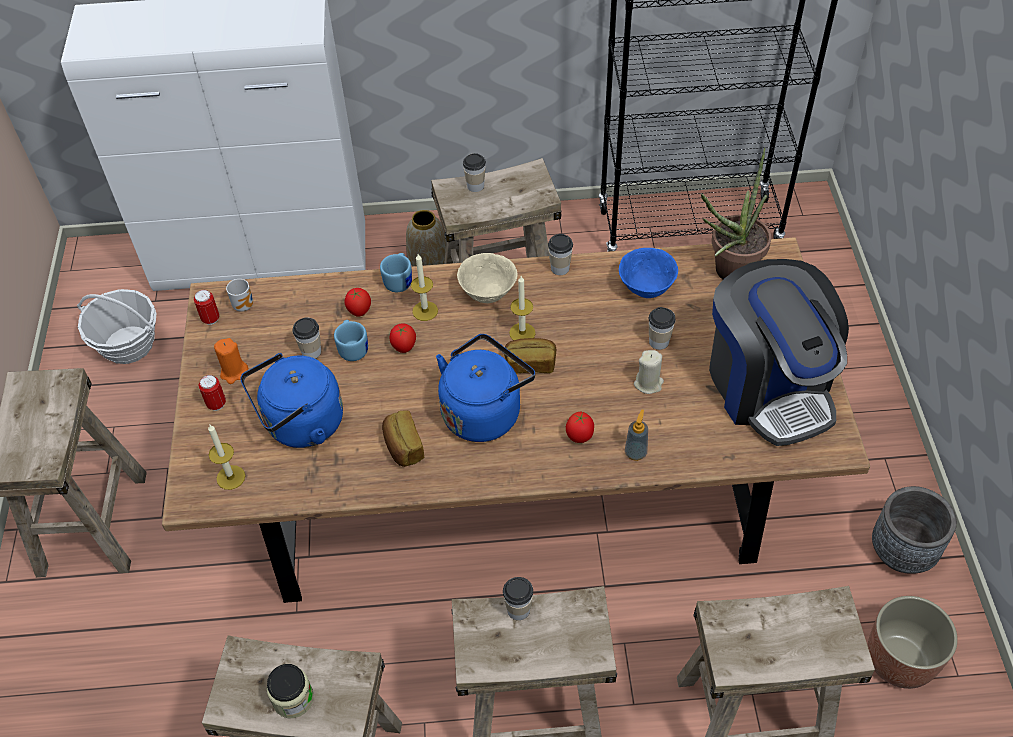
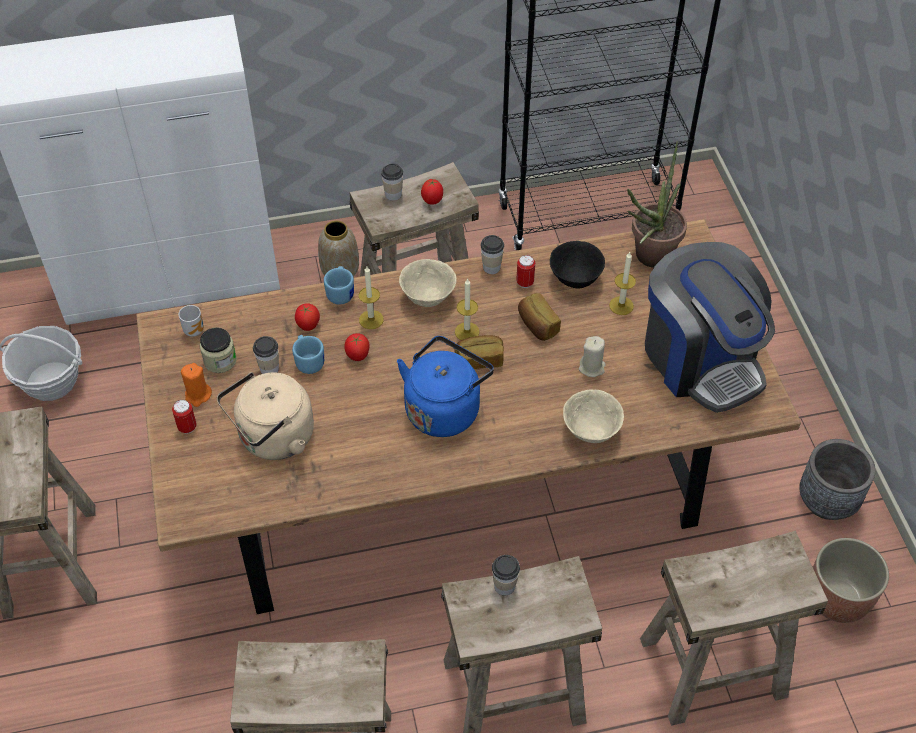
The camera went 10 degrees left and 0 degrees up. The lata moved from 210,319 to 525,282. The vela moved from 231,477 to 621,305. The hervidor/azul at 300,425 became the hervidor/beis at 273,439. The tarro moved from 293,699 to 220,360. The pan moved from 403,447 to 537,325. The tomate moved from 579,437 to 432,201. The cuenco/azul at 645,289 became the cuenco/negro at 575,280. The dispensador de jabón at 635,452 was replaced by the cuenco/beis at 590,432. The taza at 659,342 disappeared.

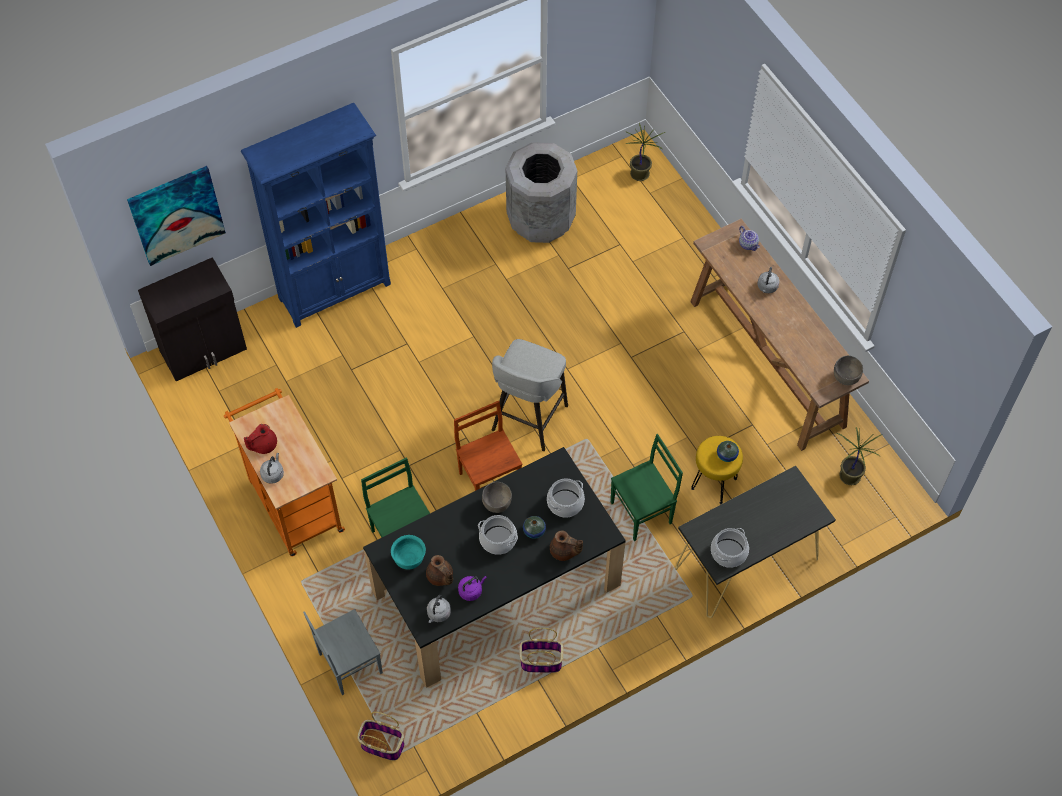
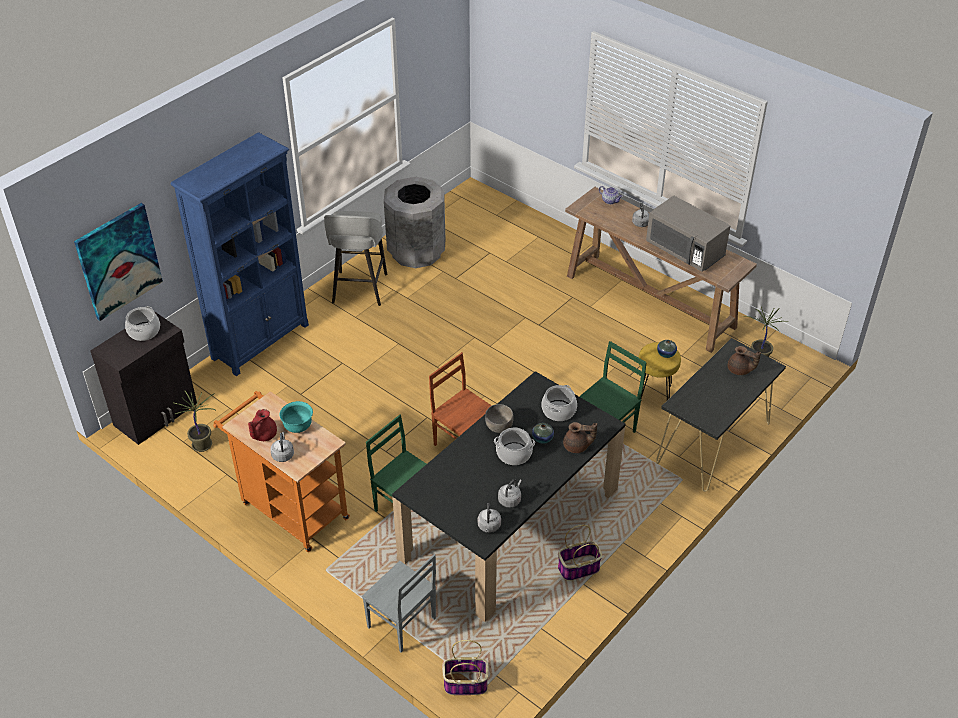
The camera went 20 degrees left and 15 degrees down. The silla/gris at 349,663 turned 90 degrees counterclockwise. The cuenco/turquesa moved from 409,559 to 298,427. The tetera/marrón moved from 440,577 to 740,370. The hervidor/morado at 471,591 became the hervidor/gris at 510,499. The taburete/gris moved from 528,420 to 359,290. The planta en maceta moved from 640,174 to 203,445. The olla moved from 729,553 to 144,331. The cuenco/gris at 845,378 disappeared. The microondas/gris at 685,250 appeared.

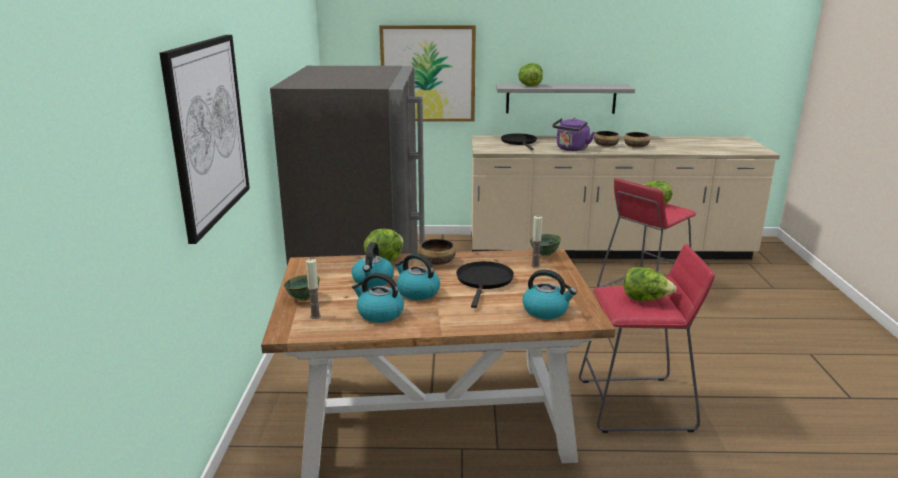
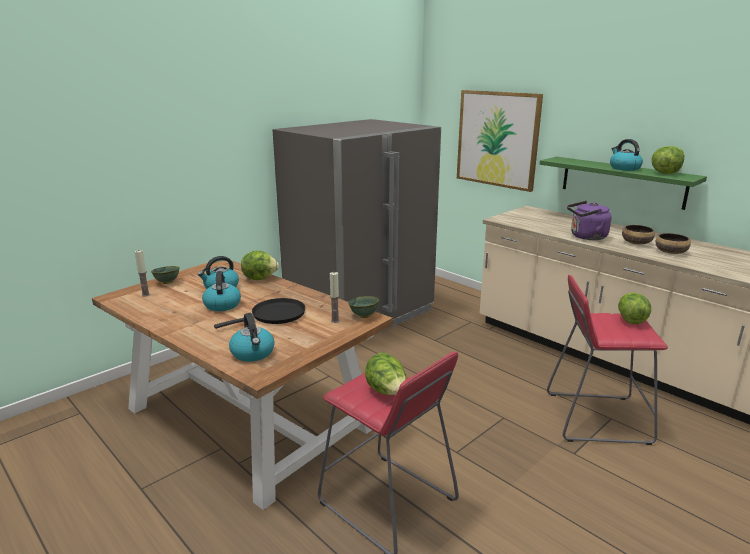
The camera went 45 degrees right and 0 degrees up. The cuadro at 208,131 disappeared. The hervidor moved from 379,314 to 624,168. The cuenco at 437,262 disappeared. The estante/gris at 561,98 became the estante/verde at 622,182. The sartén/negro at 519,142 disappeared. The lechuga moved from 530,86 to 665,173.

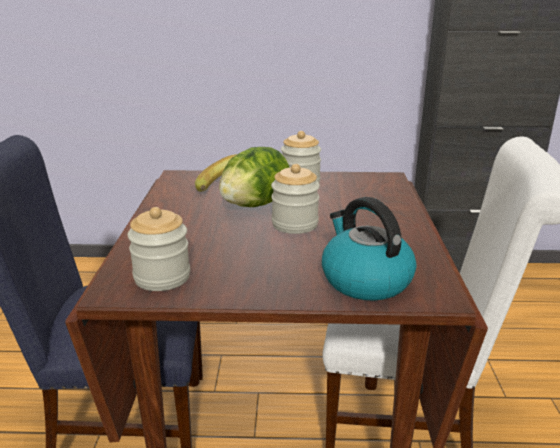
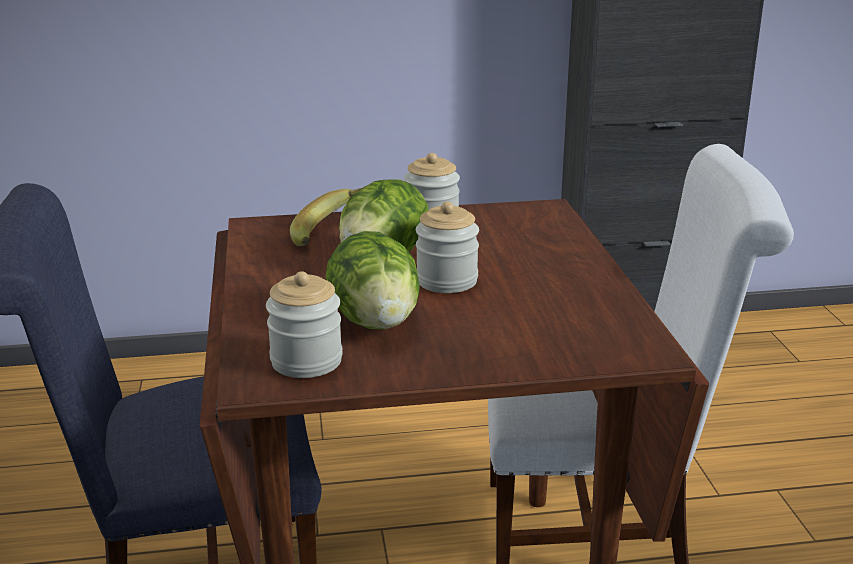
The camera went 10 degrees left and 0 degrees up. The hervidor at 364,280 disappeared. The lechuga at 376,322 appeared.

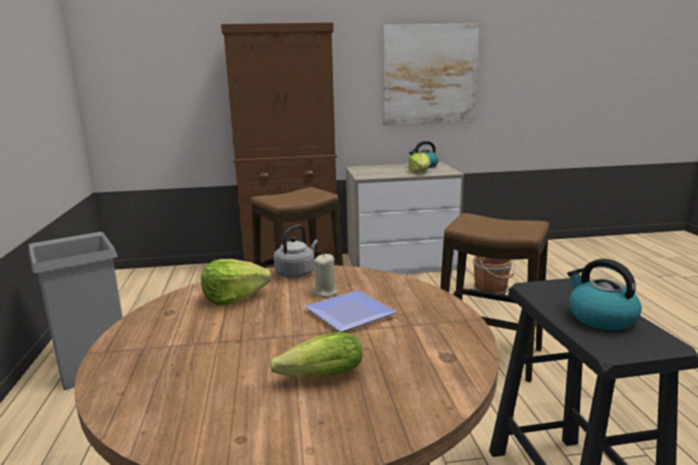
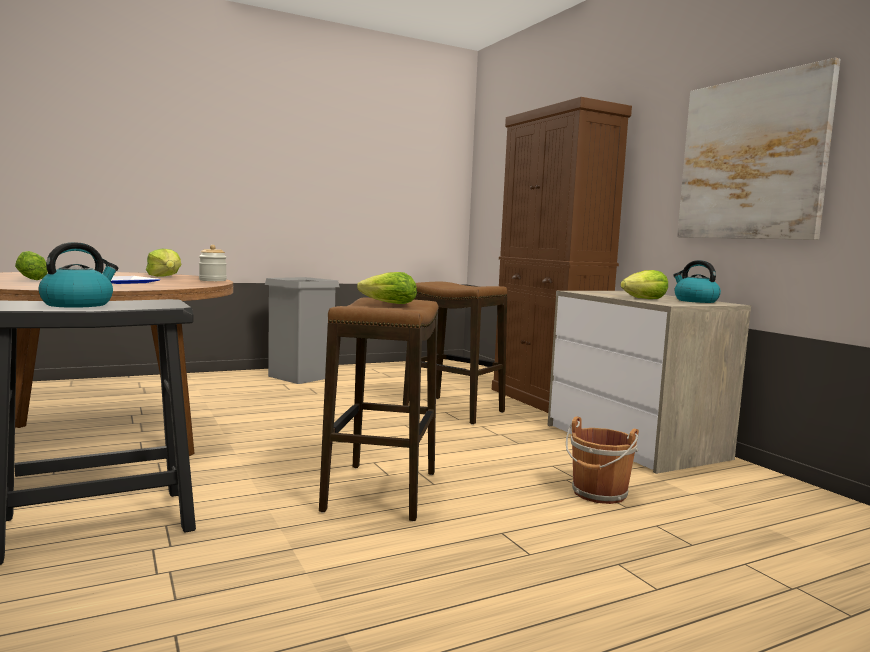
The camera went 70 degrees right and 10 degrees down. The hervidor/gris at 296,273 was replaced by the tarro at 212,280. The vela/beis at 325,292 disappeared. The lechuga at 385,303 appeared.

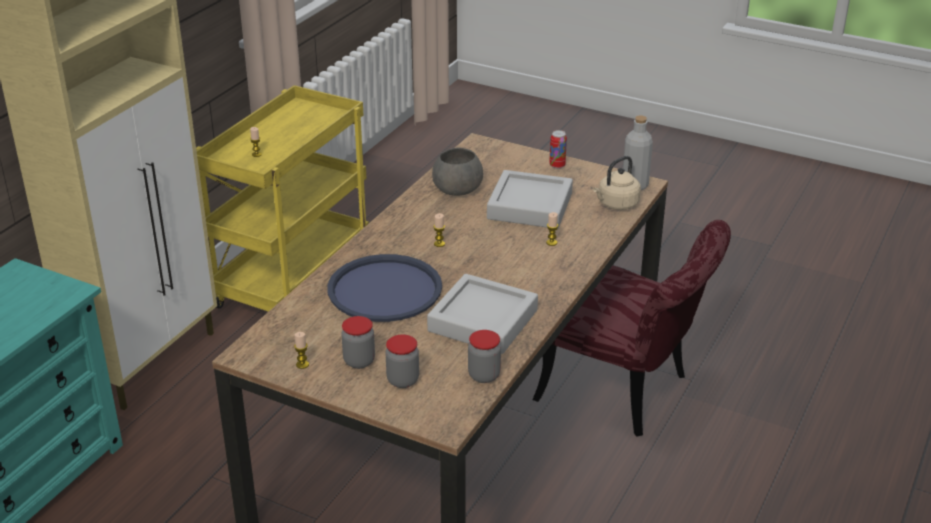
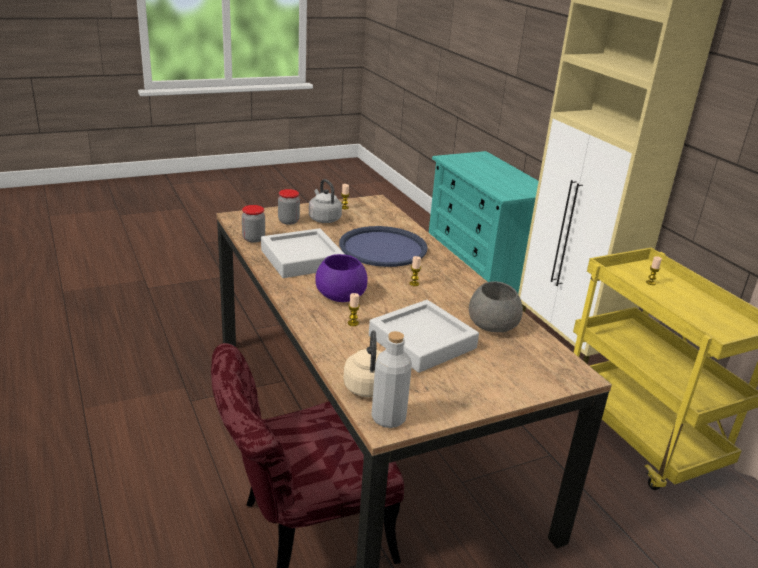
The camera went 125 degrees right and 5 degrees down. The tarro at 359,361 was replaced by the hervidor/gris at 324,218. The lata at 557,165 disappeared. The cuenco/morado at 341,296 appeared.

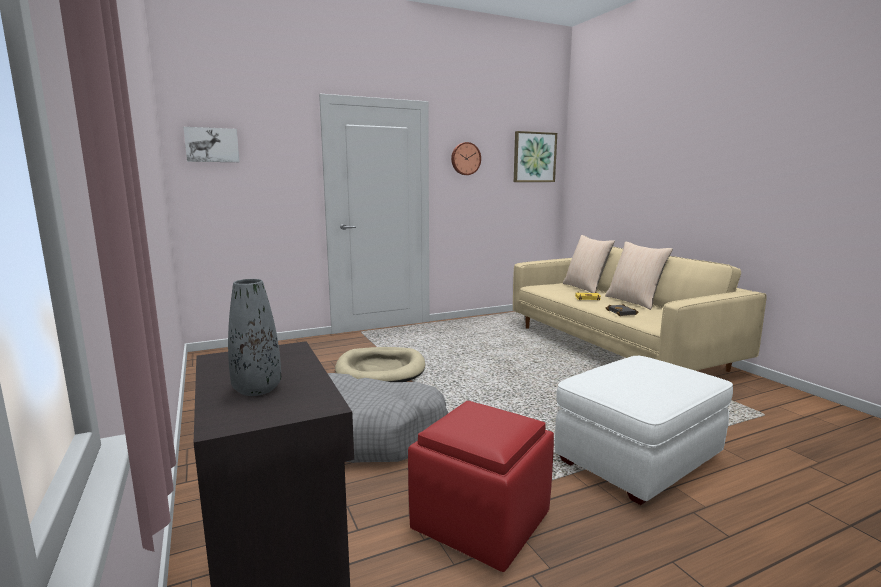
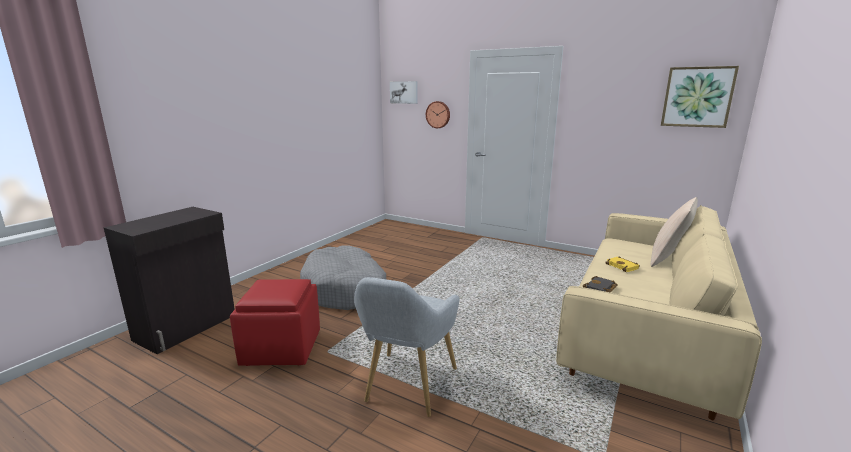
The camera went 55 degrees right and 5 degrees up. The florero/gris at 257,389 disappeared. The cama para perro/beis at 381,370 disappeared. The reloj de pared moved from 465,158 to 438,114. The puf/blanco at 637,459 was replaced by the sillón/gris at 406,388. The cojín/beis at 634,301 disappeared.

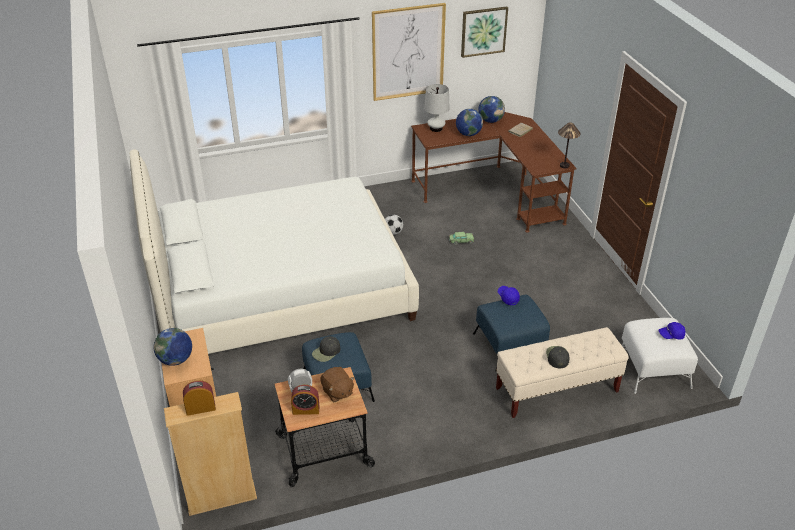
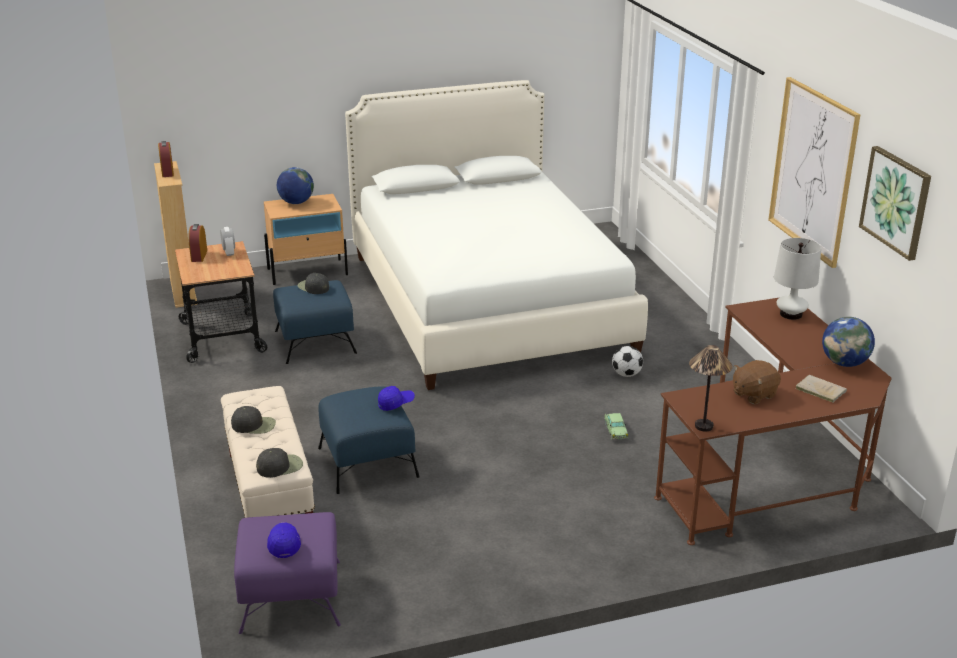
The camera went 90 degrees right and 10 degrees down. The peluche/marrón moved from 337,392 to 753,394. The globo terráqueo at 468,134 disappeared. The puf/blanco at 653,370 became the puf/morado at 290,595. The gorra/negro at 280,466 appeared.

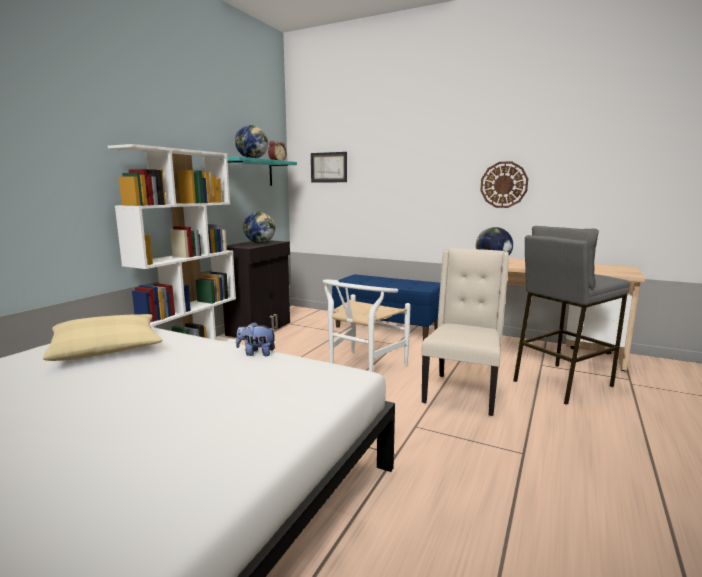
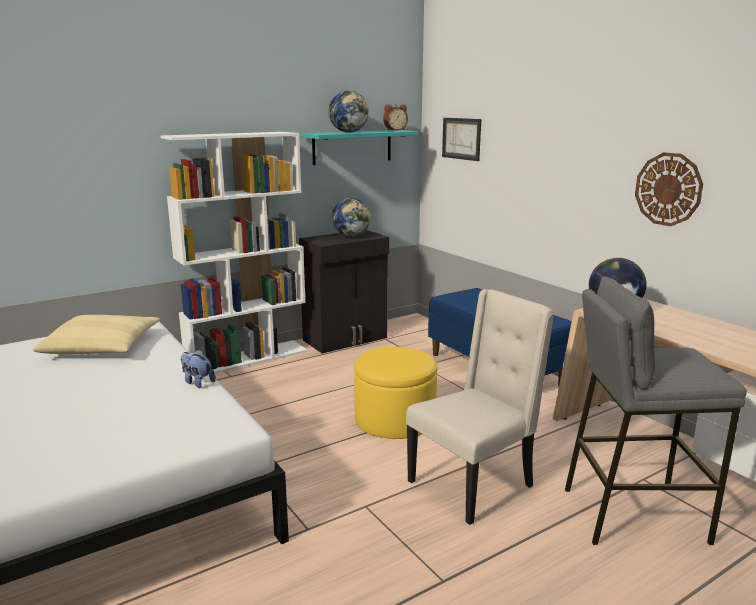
The camera went 30 degrees right and 5 degrees up. The silla/blanco at 362,369 was replaced by the puf/amarillo at 395,419.

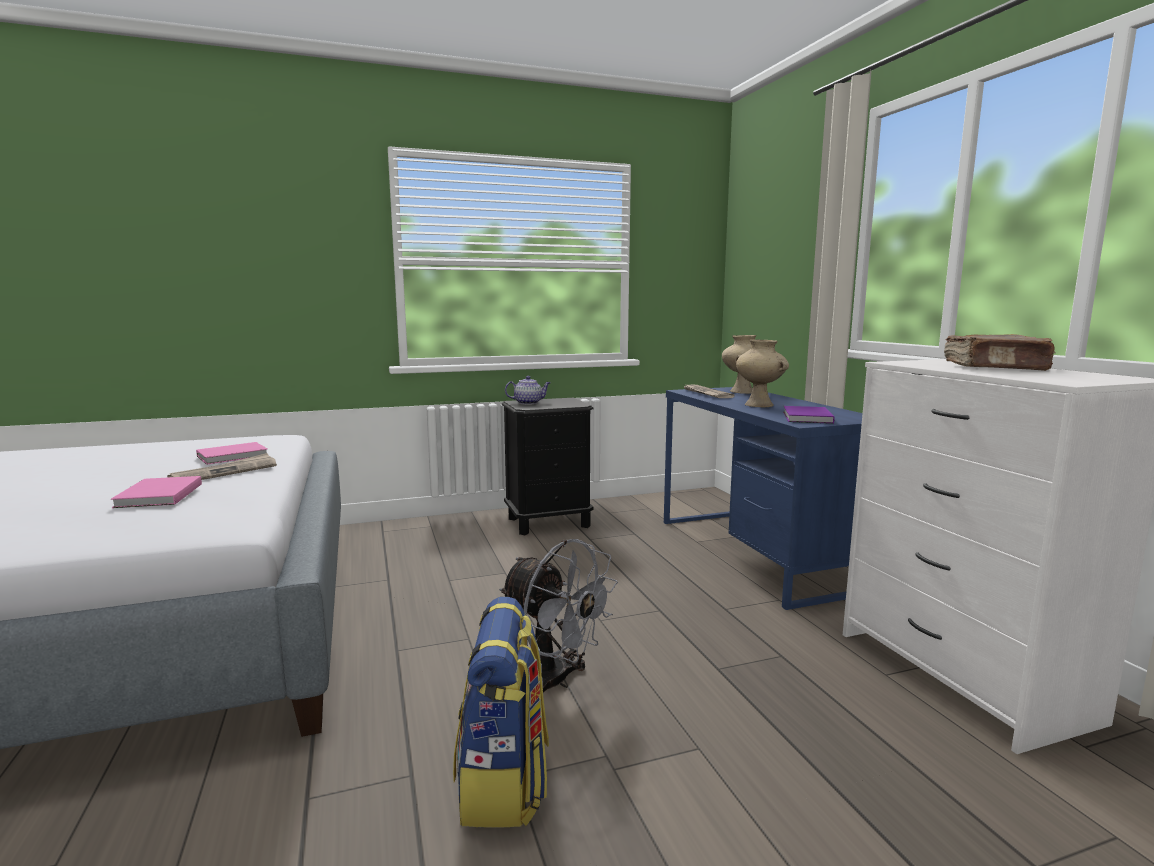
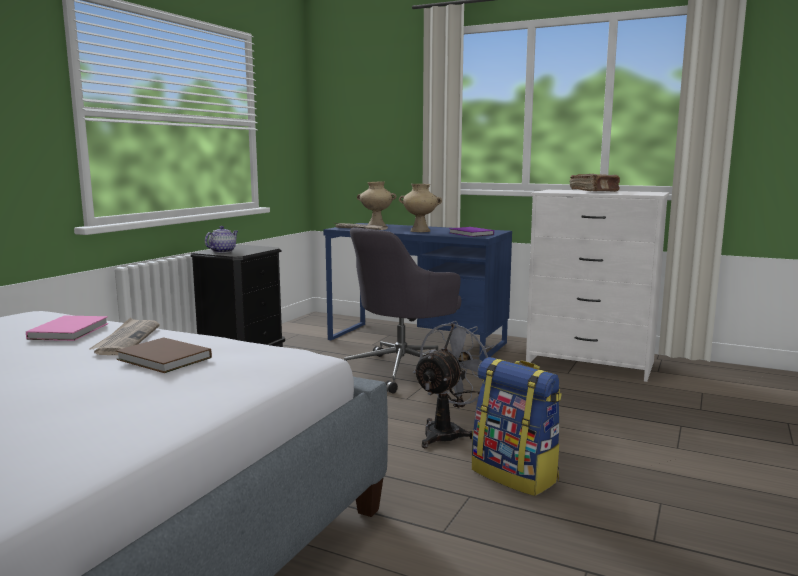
The camera went 45 degrees left and 0 degrees up. The libro/rosa at 157,496 became the libro/marrón at 164,359. The ventilador/gris at 555,682 turned 45 degrees counterclockwise. The silla de oficina/gris at 403,371 appeared.

